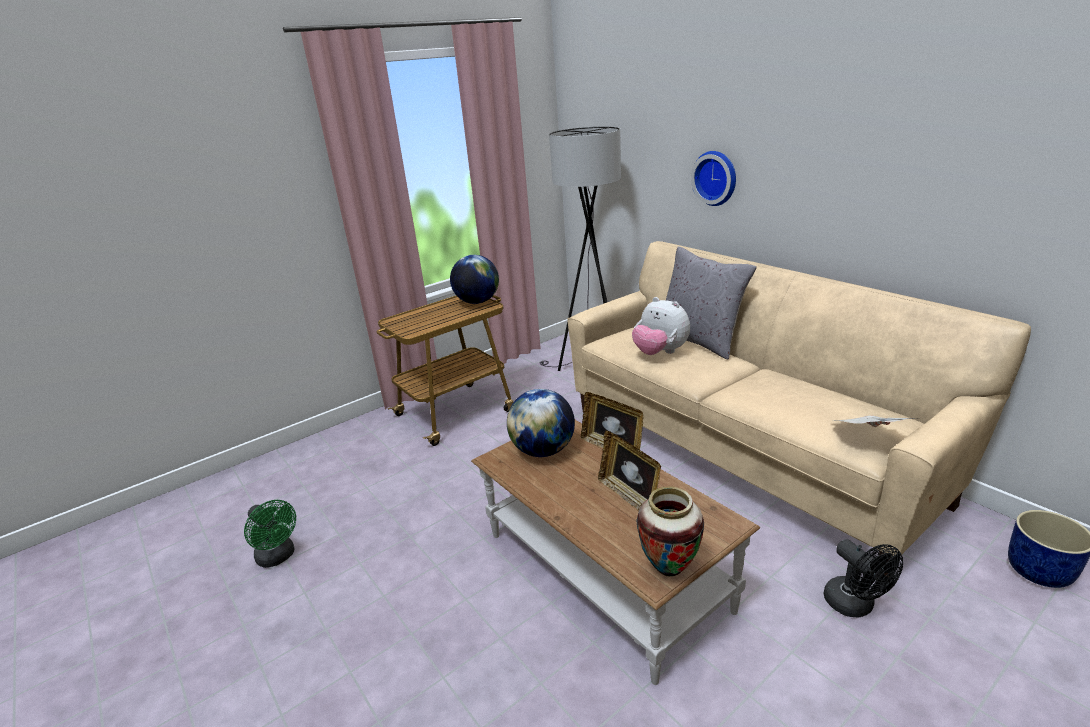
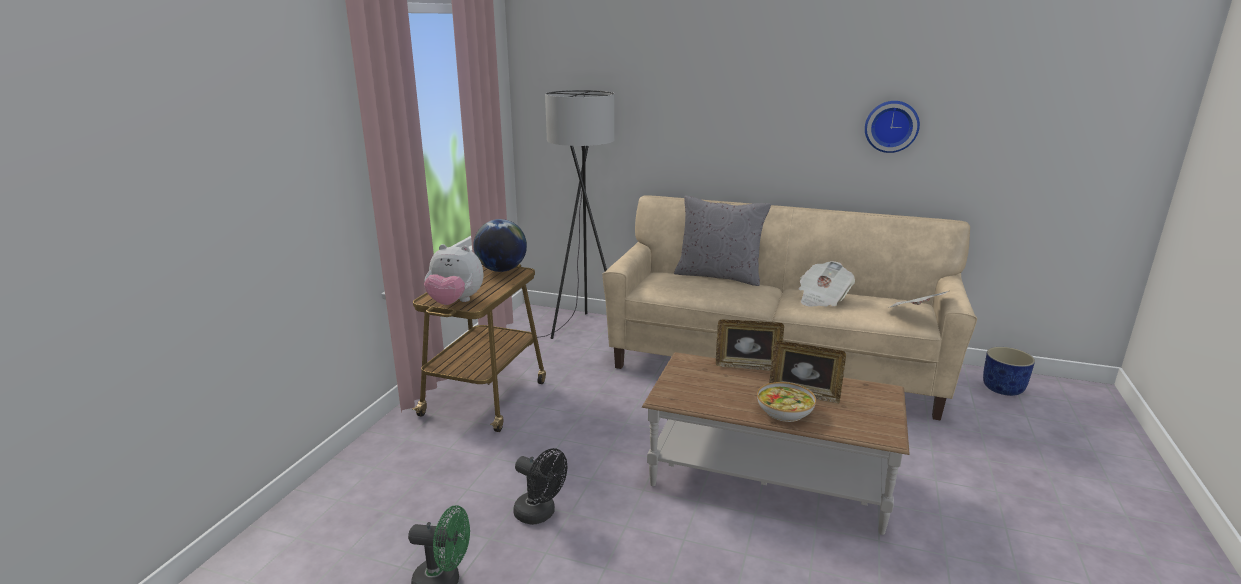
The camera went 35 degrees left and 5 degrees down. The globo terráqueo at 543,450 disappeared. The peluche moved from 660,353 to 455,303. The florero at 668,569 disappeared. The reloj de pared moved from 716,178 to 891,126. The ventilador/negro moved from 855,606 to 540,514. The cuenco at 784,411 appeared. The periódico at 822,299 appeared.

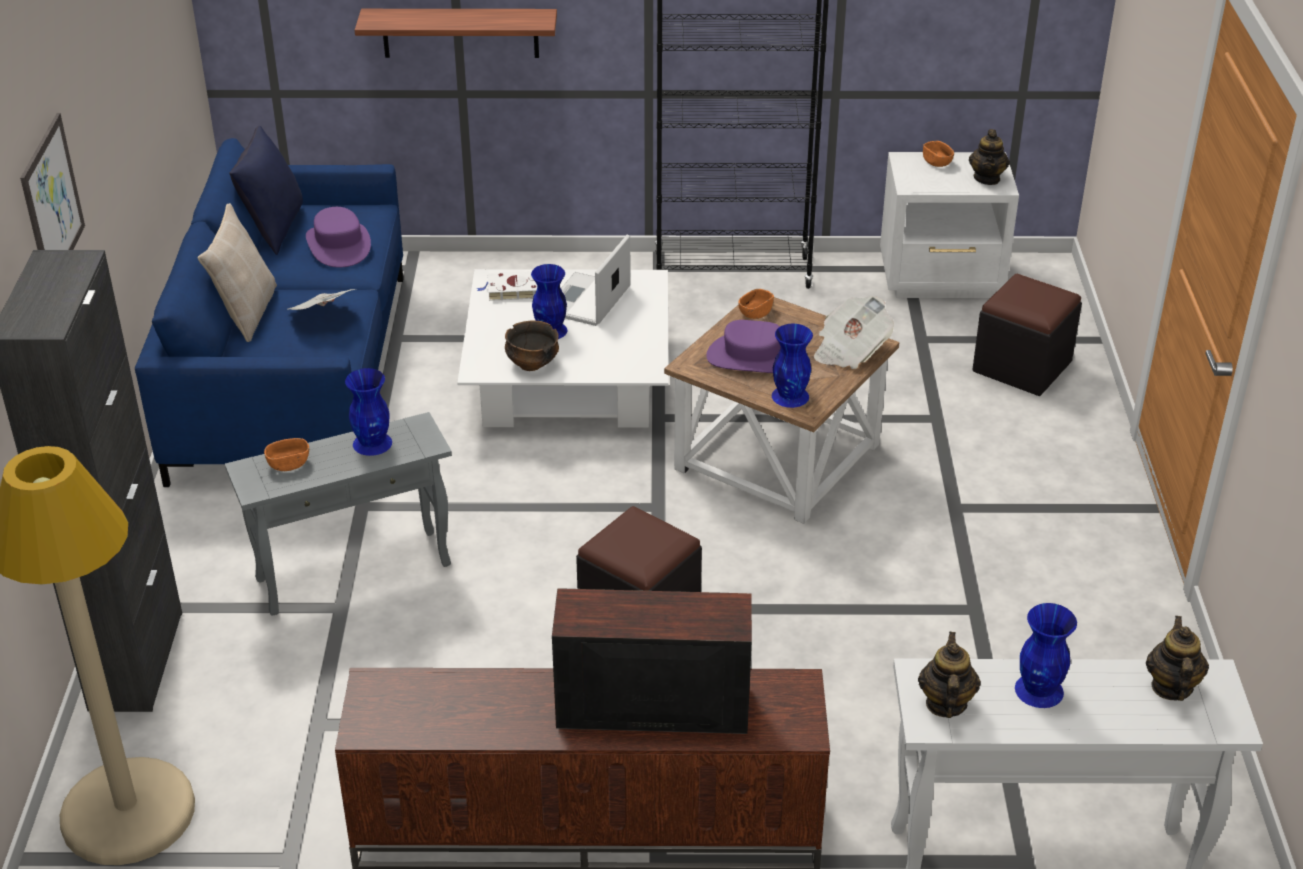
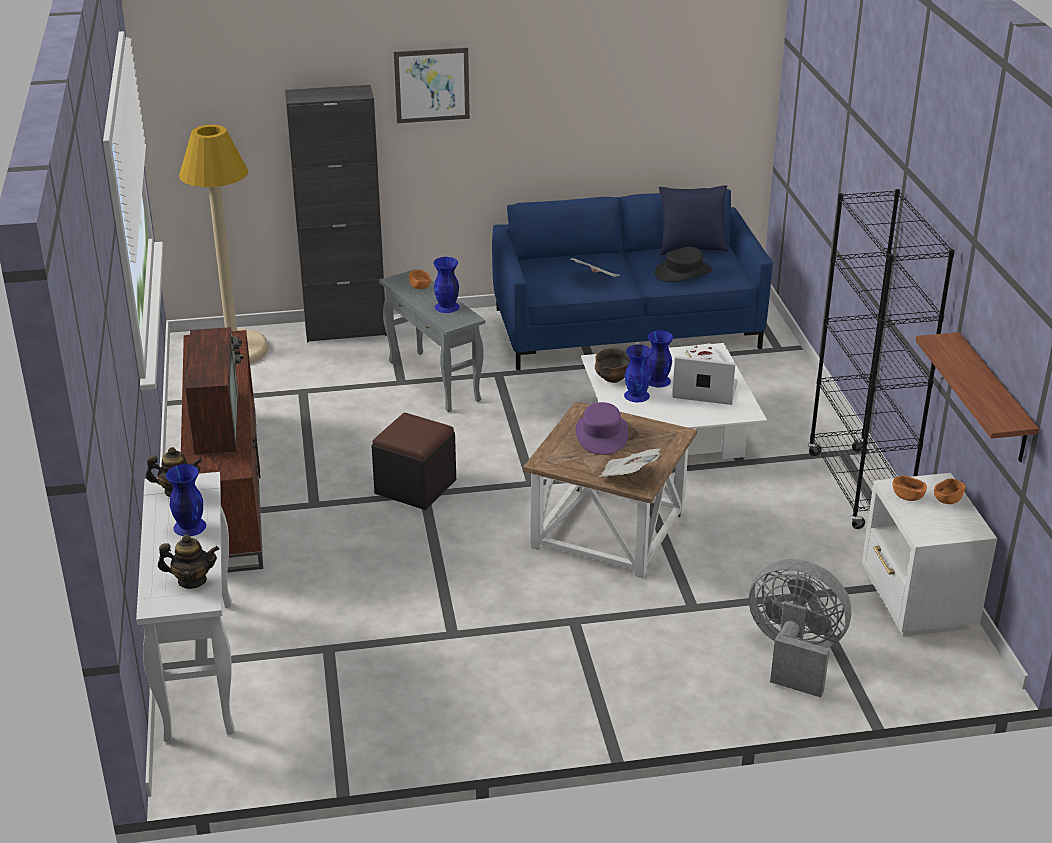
The camera went 80 degrees right and 5 degrees down. The cojín/beis at 246,312 disappeared. The sombrero/morado at 339,245 became the sombrero/negro at 683,272. The estante moved from 460,32 to 993,399. The cuenco/naranja moved from 755,313 to 908,496. The florero/azul moved from 790,396 to 637,395. The tetera at 987,178 disappeared. The puf/negro at 1022,366 was replaced by the ventilador/gris at 794,655.

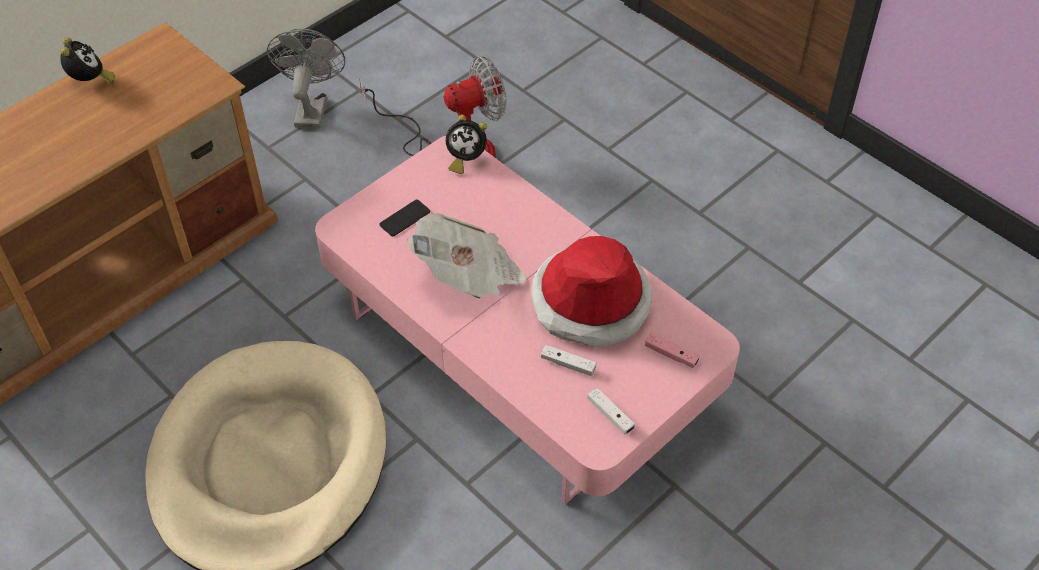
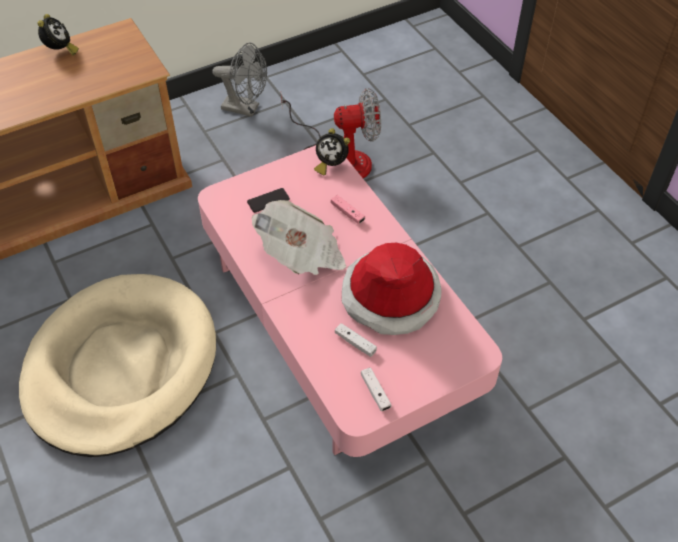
The camera went 15 degrees right and 0 degrees up. The ventilador/gris at 311,108 turned 90 degrees clockwise. The mando de consola/rosa moved from 671,355 to 347,213.

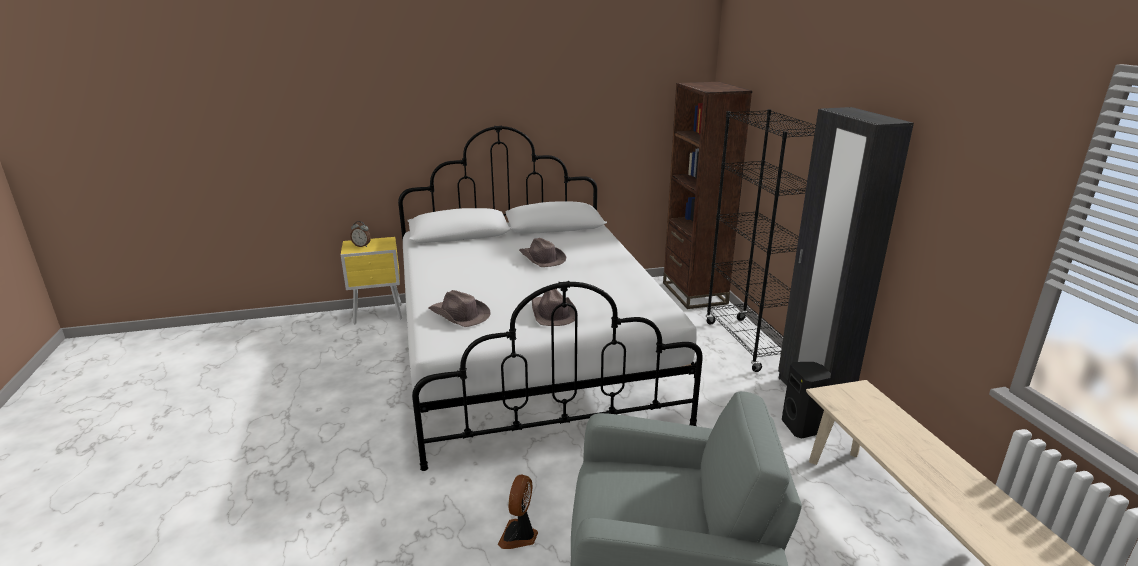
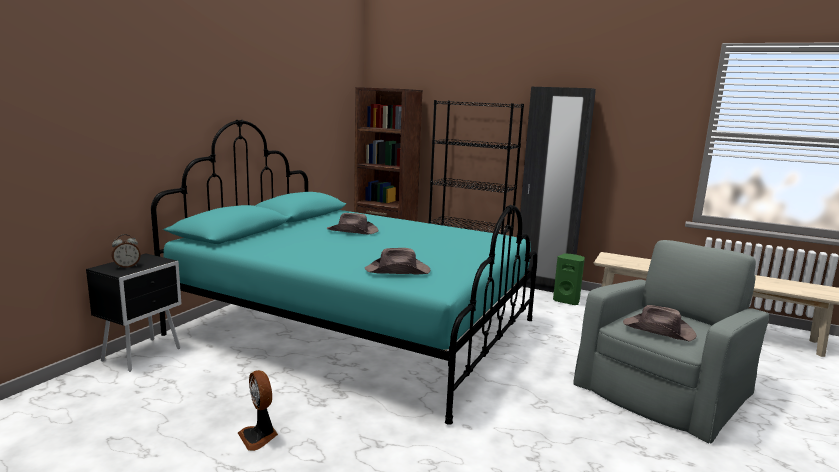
The camera went 50 degrees left and 10 degrees down. The mesita de noche/amarillo at 379,314 became the mesita de noche/negro at 144,354. The cama/blanco at 530,355 became the cama/turquesa at 358,327. The ventilador moved from 519,536 to 259,436. The sombrero/marrón moved from 552,313 to 659,330. The altavoz/negro at 802,427 became the altavoz/verde at 567,301.

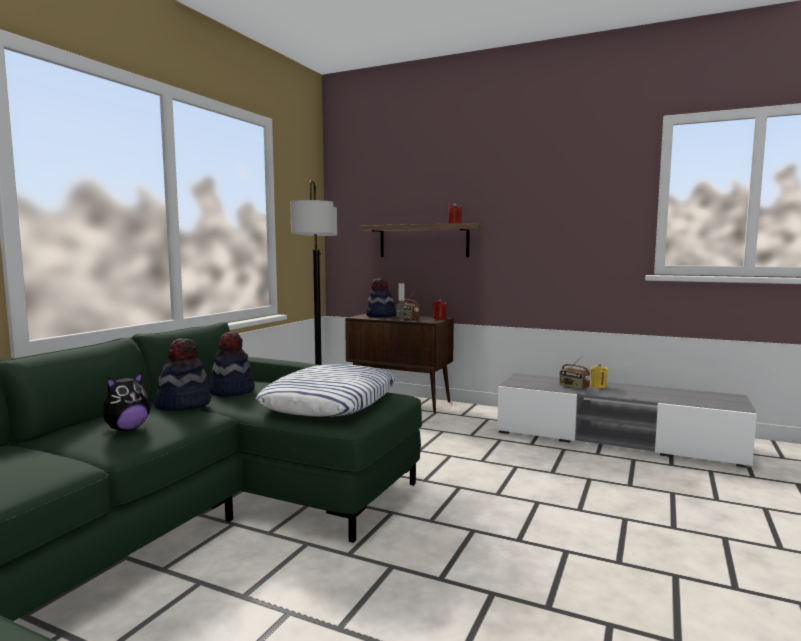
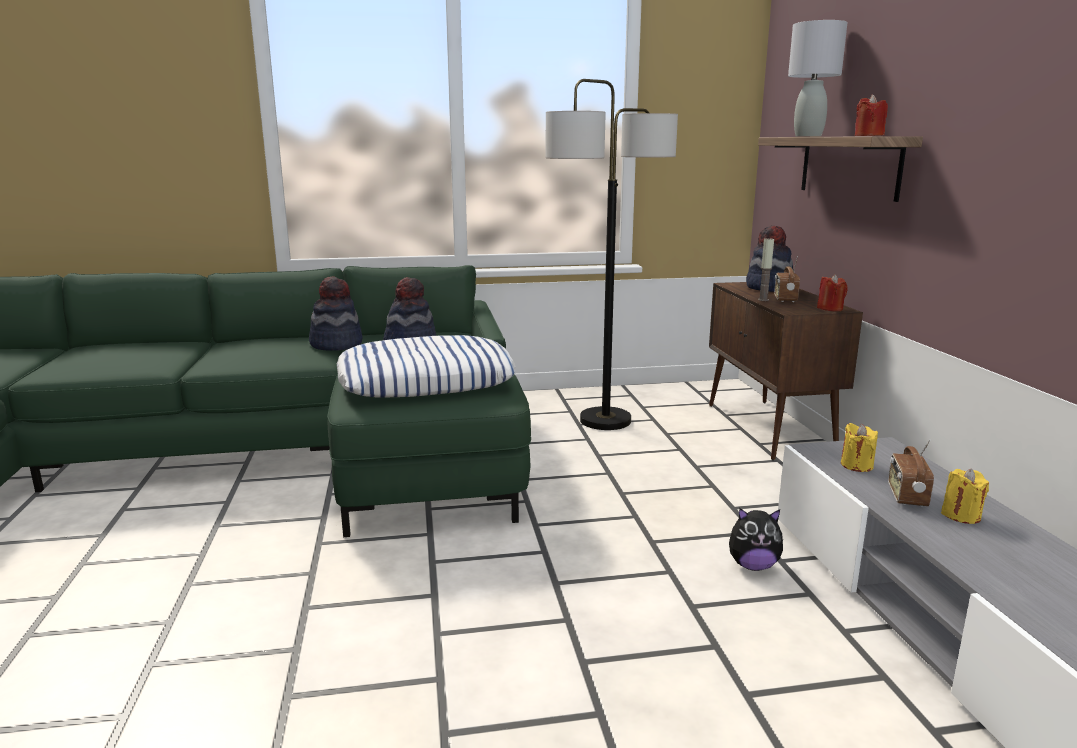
The camera went 55 degrees right and 10 degrees up. The peluche moved from 126,429 to 753,565. The lámpara de mesa/gris at 808,136 appeared. The vela/amarillo at 856,465 appeared.

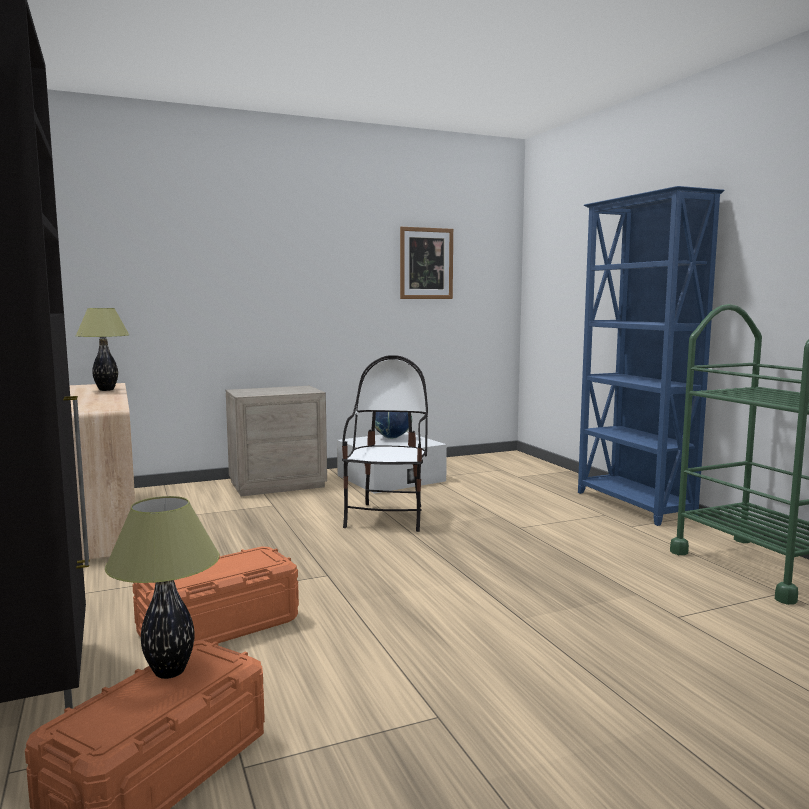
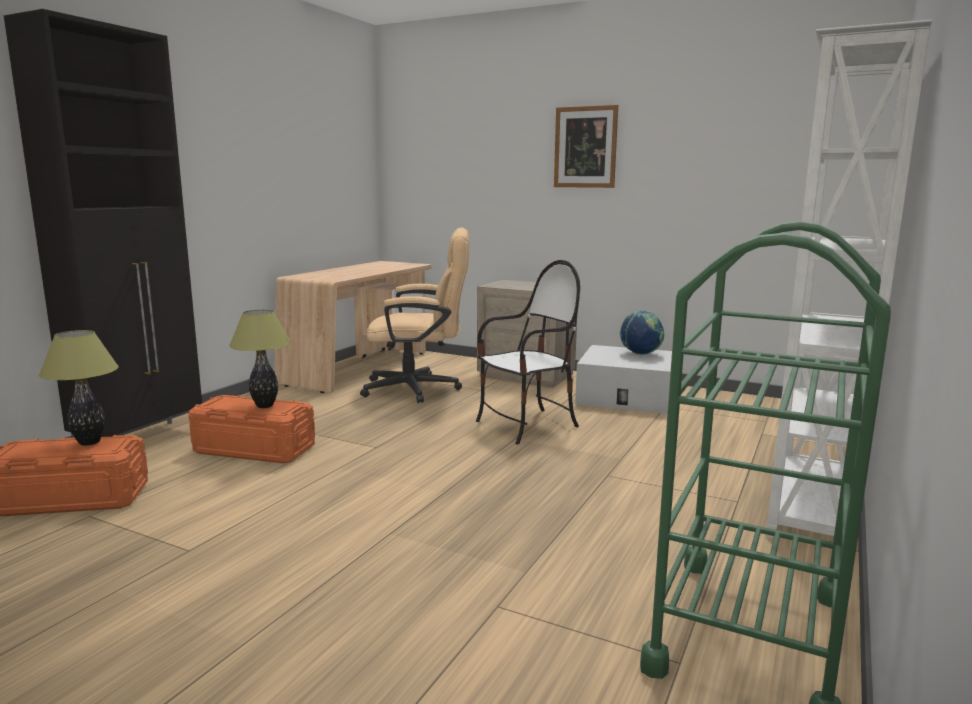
The camera went 50 degrees right and 5 degrees up. The lámpara de mesa moved from 106,390 to 264,406. The cuadro moved from 426,263 to 585,147. The estantería/azul at 633,505 became the estantería/blanco at 810,508. The silla de oficina/beis at 420,389 appeared.

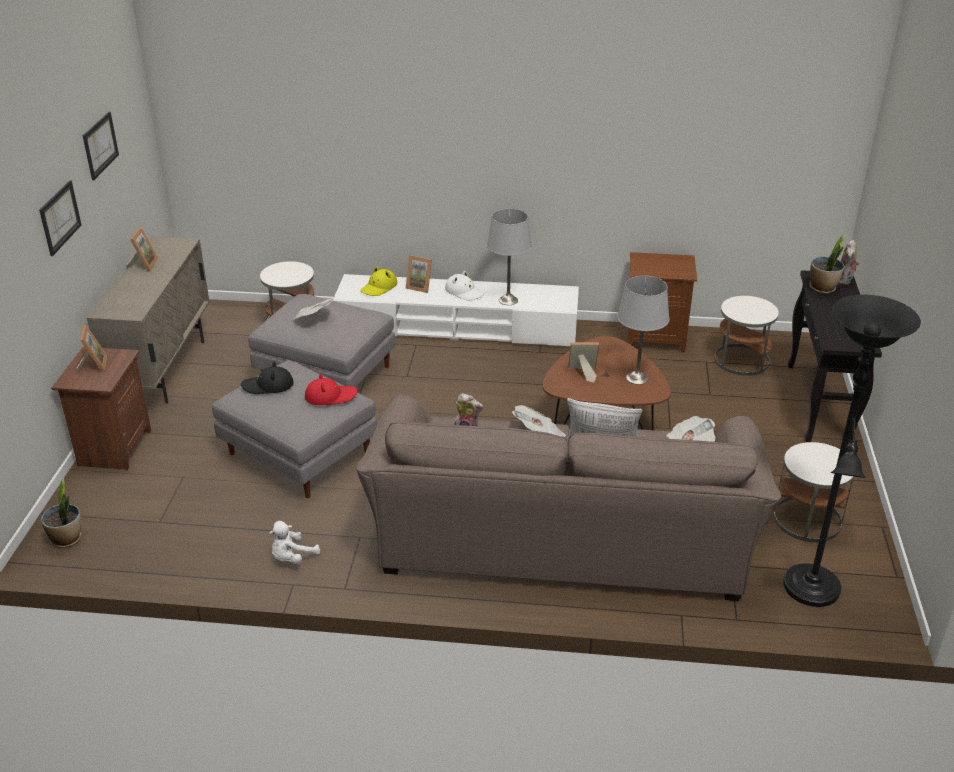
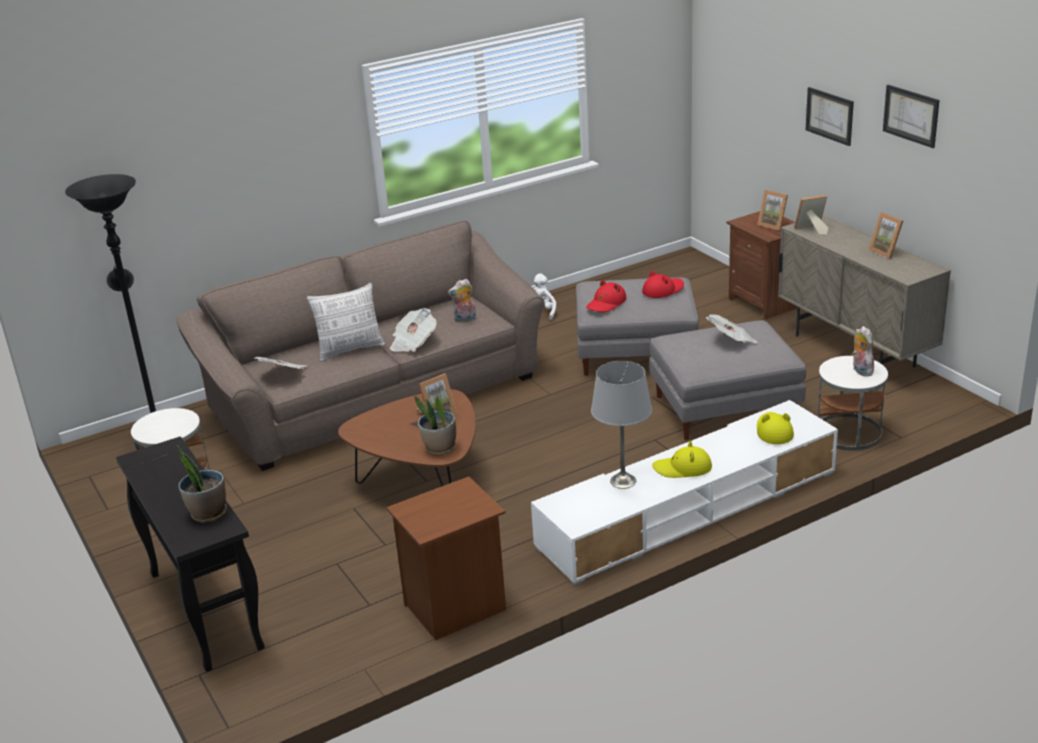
The camera went 145 degrees right and 5 degrees down. The planta en maceta moved from 67,539 to 440,448. The sombrero/negro at 268,386 became the sombrero/rojo at 663,290. The portarretratos moved from 420,286 to 811,230. The sombrero/blanco at 464,292 became the sombrero/amarillo at 683,468. The lámpara de mesa/gris at 637,378 disappeared. The mesa auxiliar/blanco at 741,360 disappeared. The peluche moved from 845,280 to 860,370.

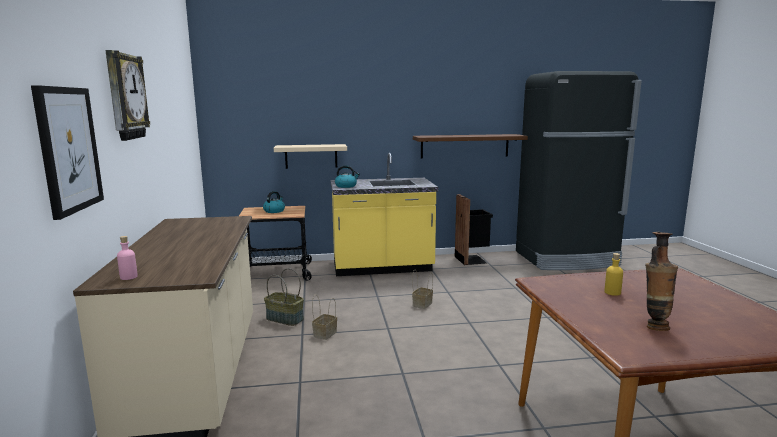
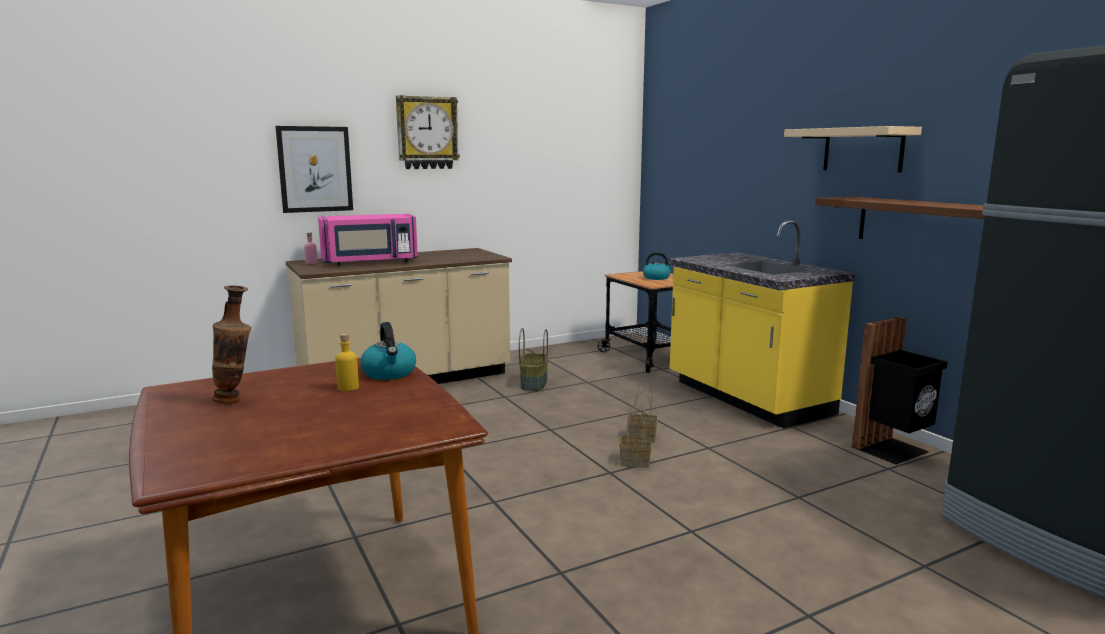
The camera went 70 degrees right and 0 degrees up. The estante/beis moved from 311,156 to 863,150. The cesta moved from 325,333 to 636,462. The hervidor moved from 346,186 to 389,373. The microondas/rosa at 370,262 appeared.

